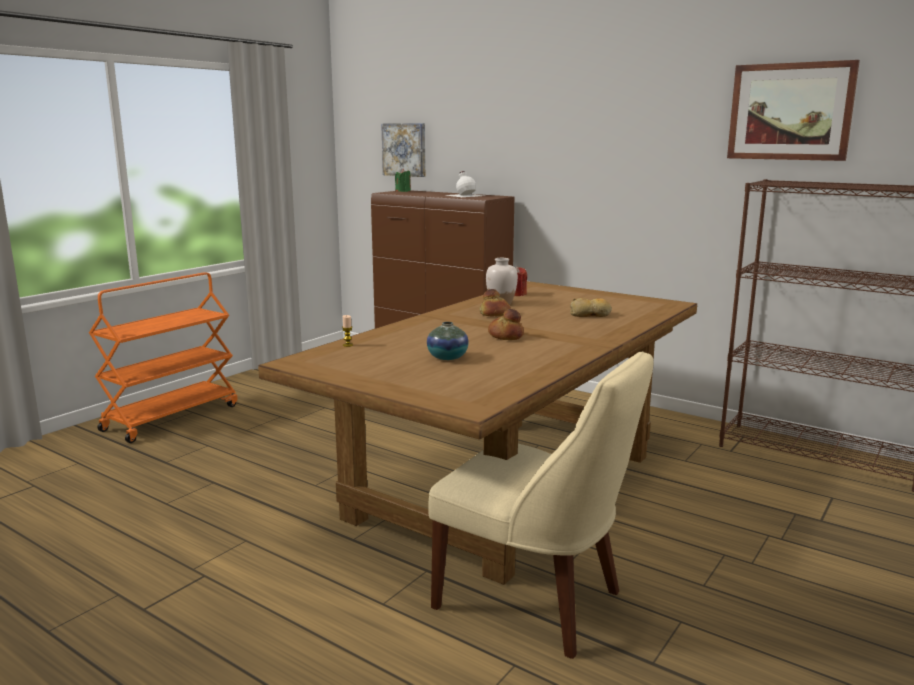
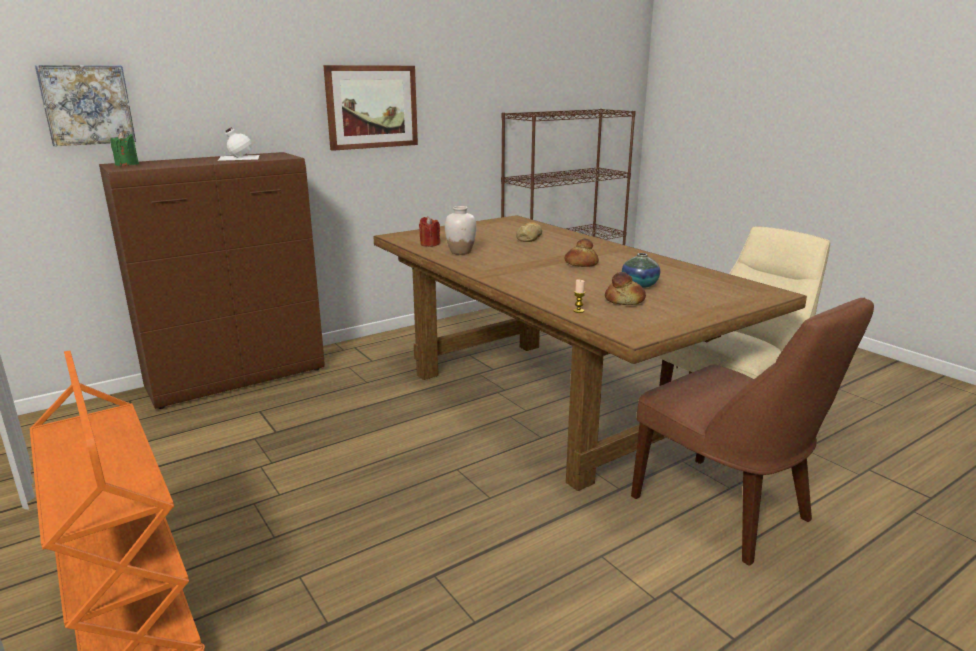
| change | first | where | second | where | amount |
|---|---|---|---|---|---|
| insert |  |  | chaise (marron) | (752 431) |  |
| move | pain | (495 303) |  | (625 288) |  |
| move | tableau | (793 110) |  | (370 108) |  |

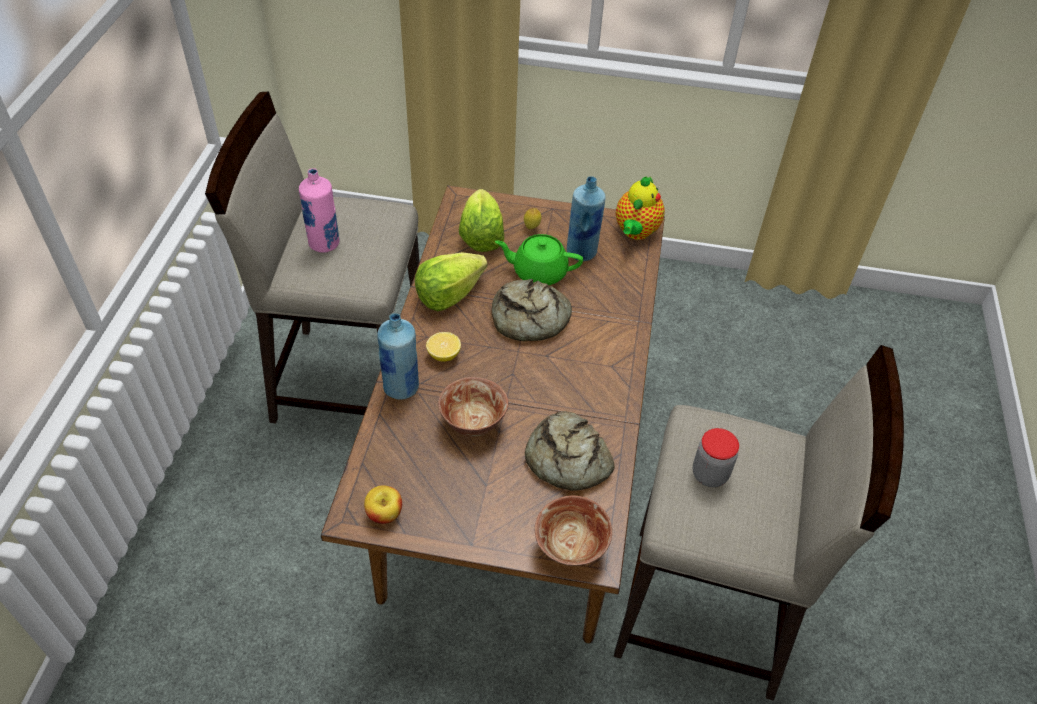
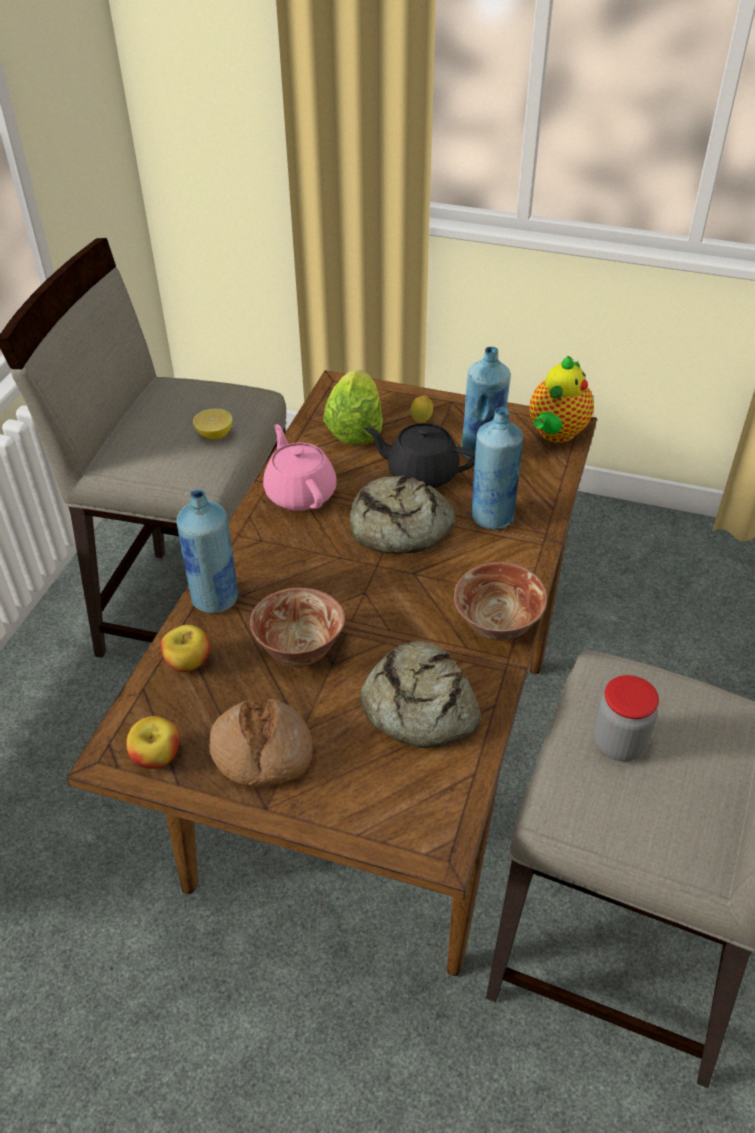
| change | first | where | second | where | amount |
|---|---|---|---|---|---|
| delete | bouteille (rose) | (319 210) |  |  |  |
| insert |  |  | pomme | (185 648) |  |
| insert |  |  | pain | (261 743) |  |
| insert |  |  | bouteille (bleu) | (497 468) |  |
| move | citron | (443 347) |  | (212 423) |  |
| move | bol | (573 530) |  | (501 601) |  |
| replace | laitue | (451 281) | théière (rose) | (300 467) |  |
| recolor | théière (vert) | (539 259) | théière (noir) | (419 455) |  |

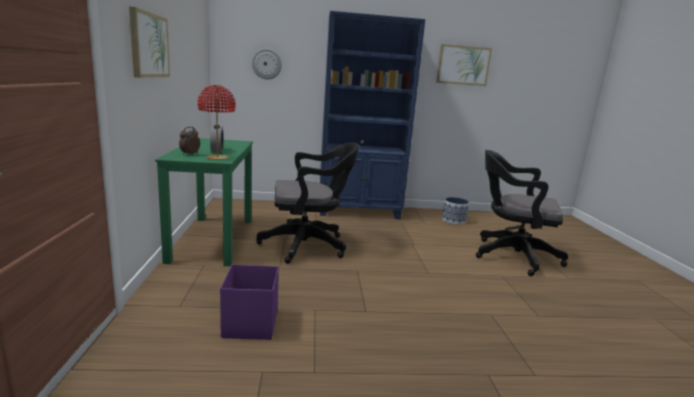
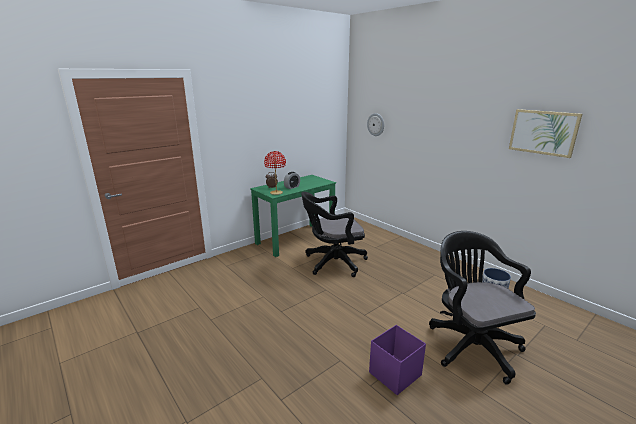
| change | first | where | second | where | amount |
|---|---|---|---|---|---|
| delete | tableau | (149 42) |  |  |  |
| delete | bibliothèque (bleu) | (372 115) |  |  |  |
| move | boîte de rangement (violet) | (249 302) |  | (397 360) |  |
| rotate | chaise de bureau (noir) | (307 203) |  | (334 234) | 120 degrees clockwise |

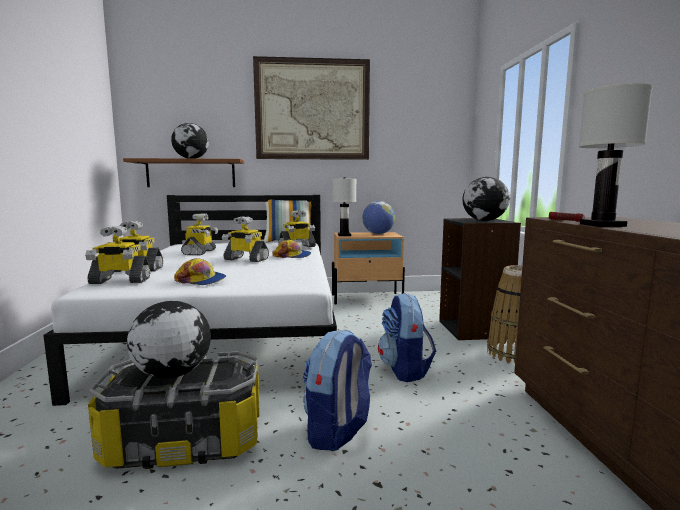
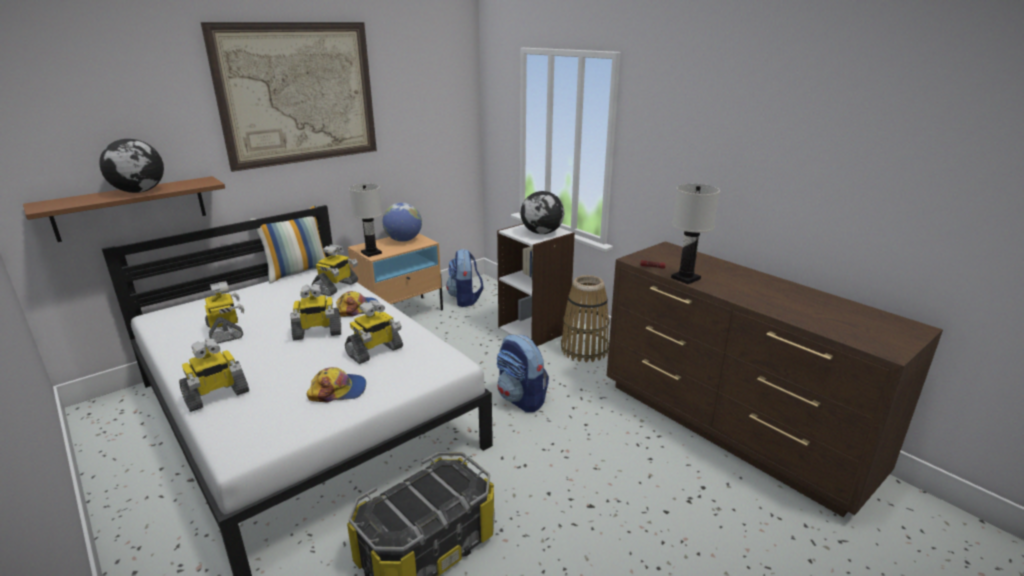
| change | first | where | second | where | amount |
|---|---|---|---|---|---|
| delete | globe | (169 339) |  |  |  |
| move | robot jouet | (118 255) |  | (374 332) |  |
| move | sac à dos | (337 390) |  | (465 278) |  |
| recolor | bibliothèque (noir) | (480 279) | bibliothèque (blanc) | (536 284) |  |

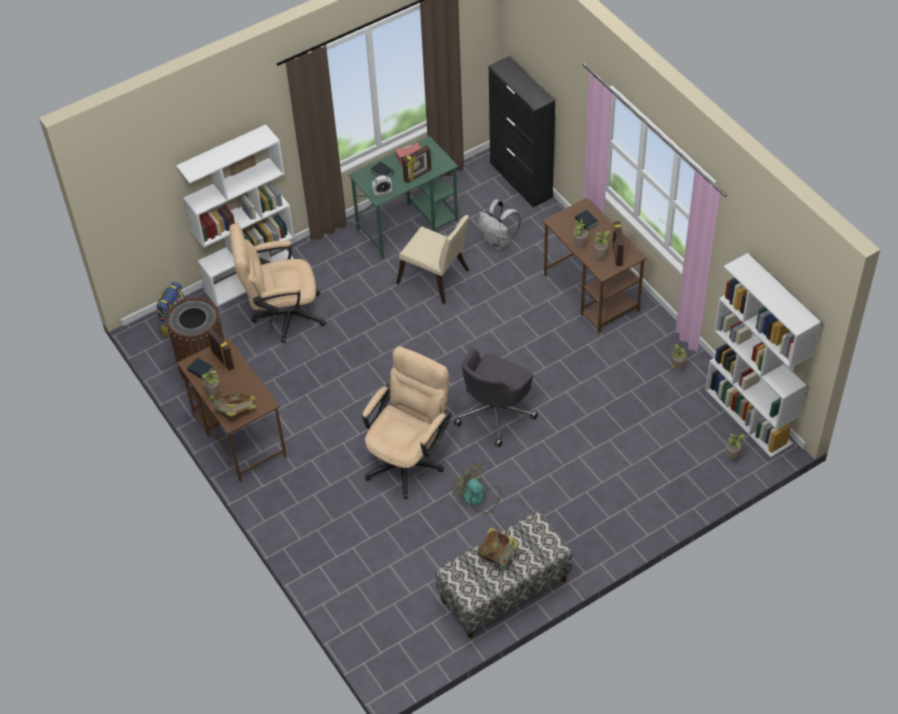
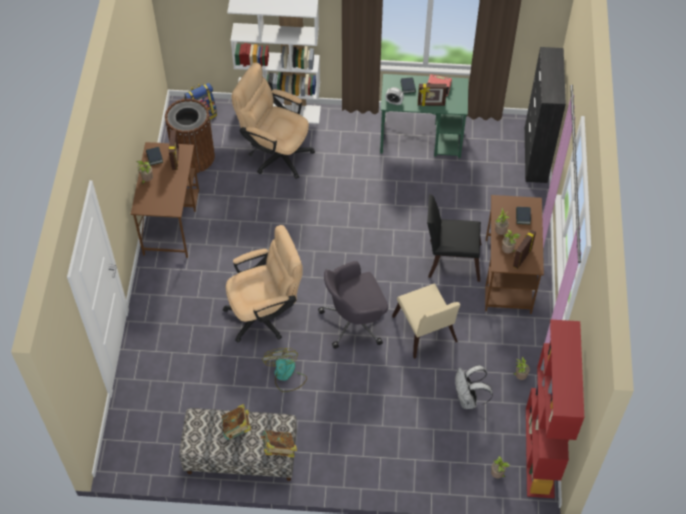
| change | first | where | second | where | amount |
|---|---|---|---|---|---|
| insert |  |  | chaise (noir) | (454 238) |  |
| move | livre | (235 404) |  | (279 443) |  |
| move | chaise (beige) | (432 259) |  | (426 321) |  |
| move | sac à dos (blanc) | (499 224) |  | (474 387) |  |
| recolor | bibliothèque (blanc) | (763 355) | bibliothèque (rouge) | (555 408) |  |

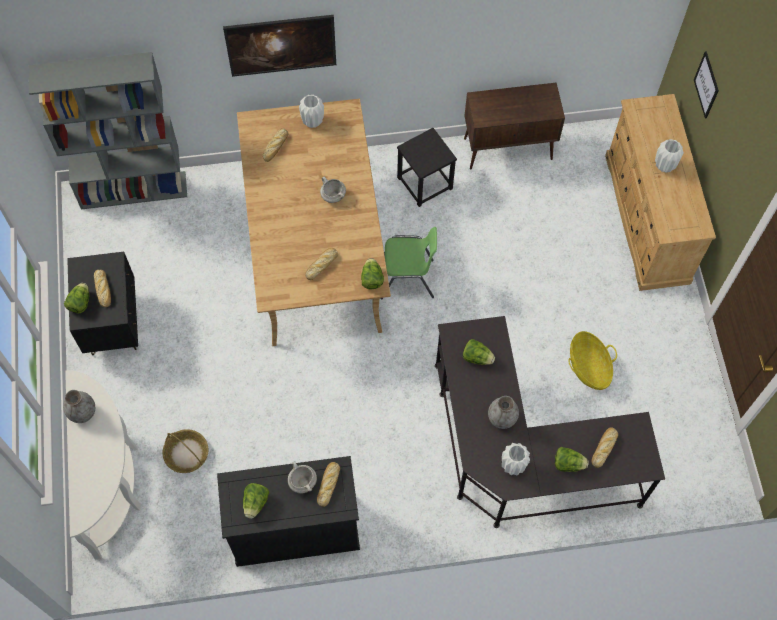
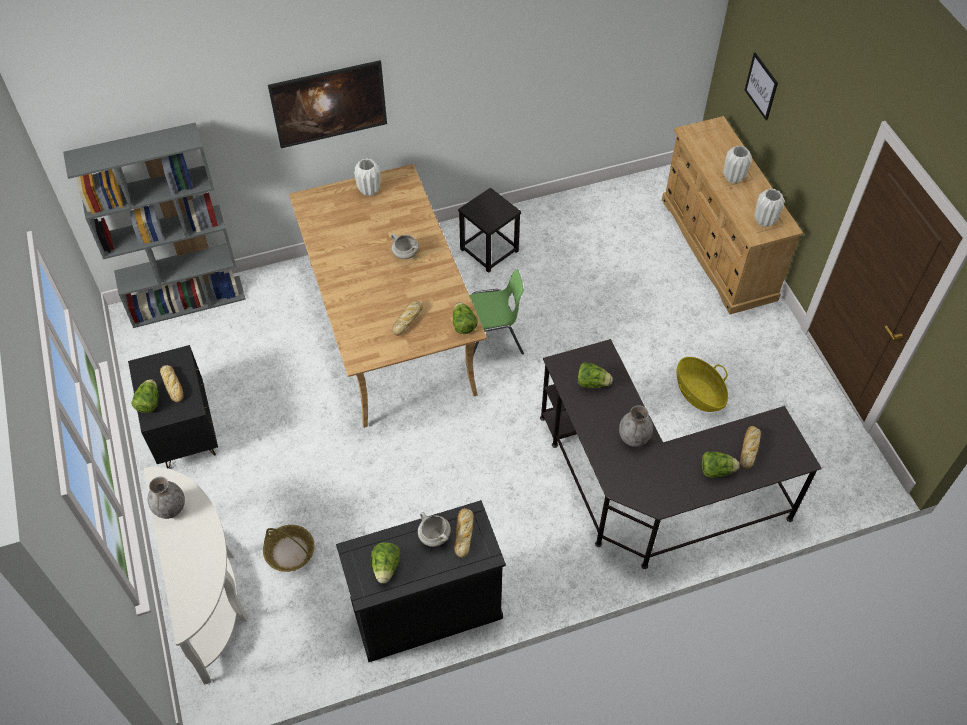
| change | first | where | second | where | amount |
|---|---|---|---|---|---|
| delete | pain | (276 145) |  |  |  |
| delete | meuble de rangement (marron) | (514 126) |  |  |  |
| move | vase (blanc) | (516 459) |  | (769 208) |  |

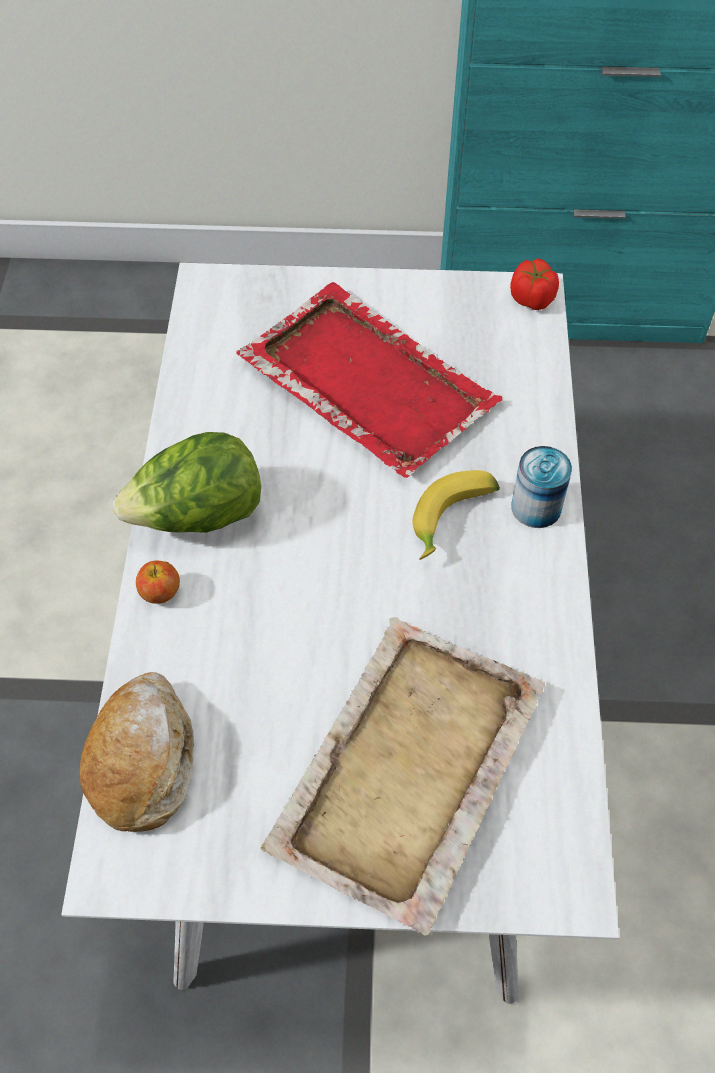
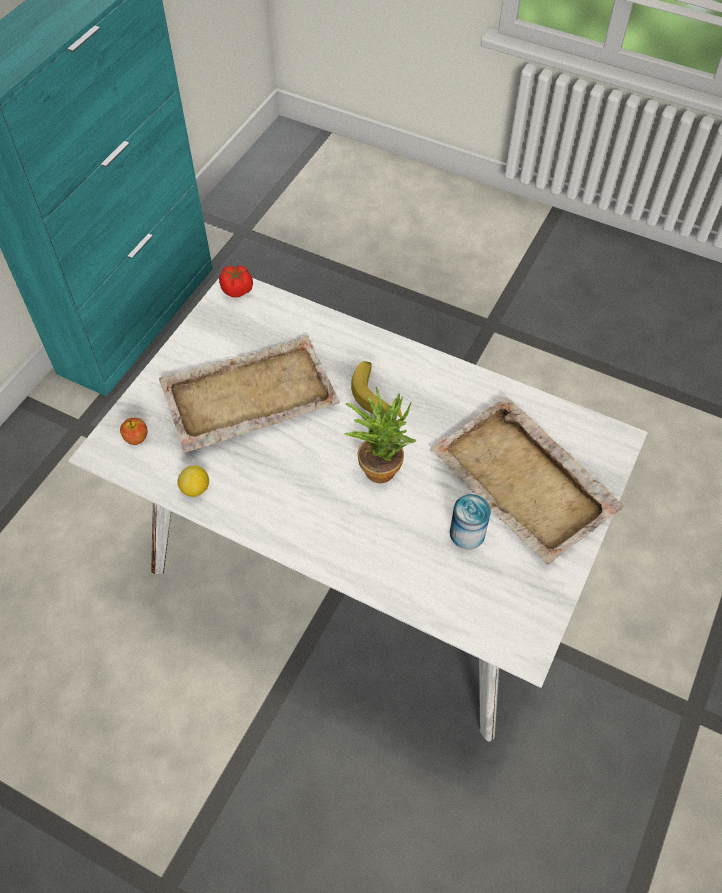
| change | first | where | second | where | amount |
|---|---|---|---|---|---|
| delete | pain | (137 752) |  |  |  |
| delete | laitue | (187 482) |  |  |  |
| insert |  |  | citron | (193 481) |  |
| insert |  |  | plante en pot | (380 434) |  |
| move | pomme | (158 582) |  | (134 431) |  |
| move | boîte métallique | (541 487) |  | (470 521) |  |
| recolor | plateau (rouge) | (369 380) | plateau (beige) | (249 394) |  |

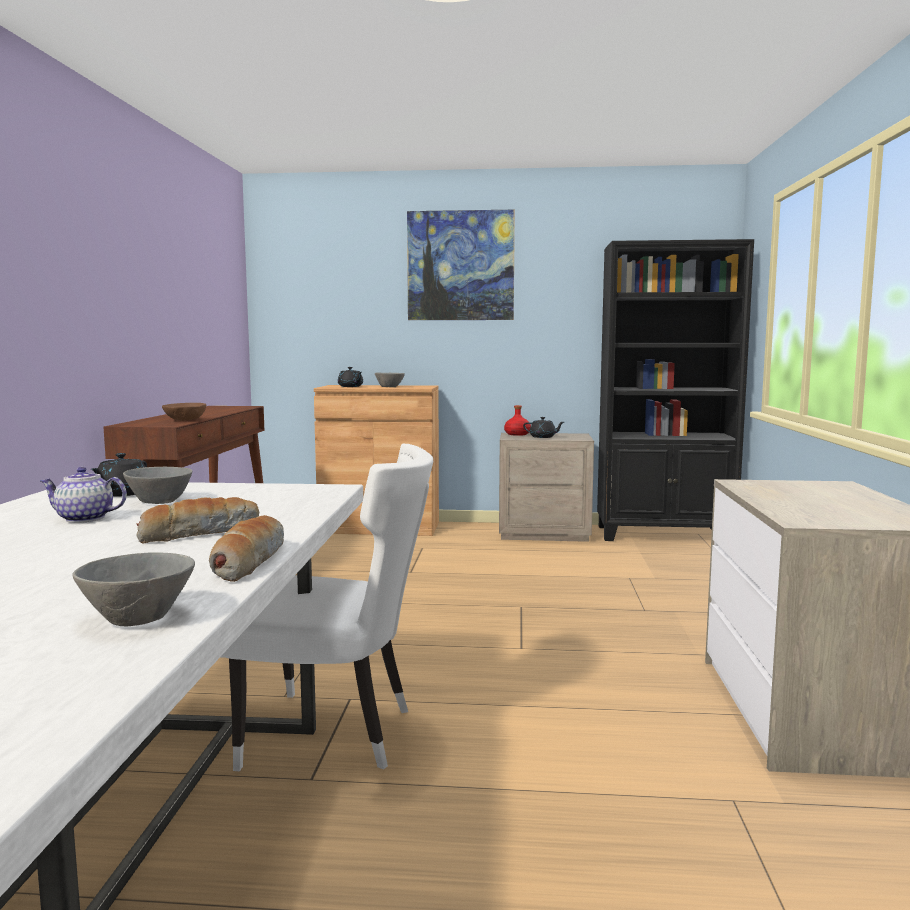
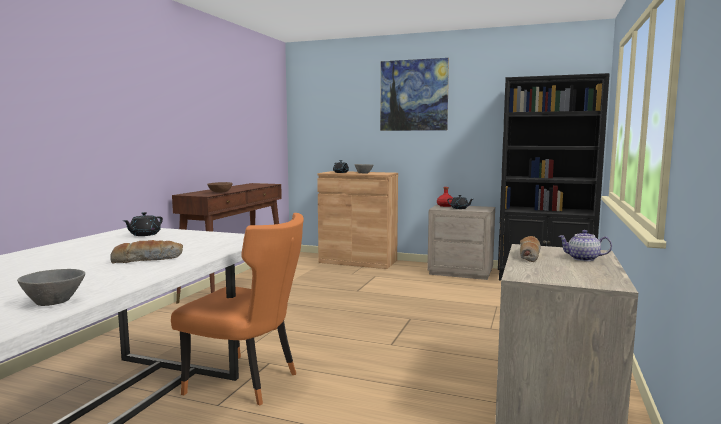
| change | first | where | second | where | amount |
|---|---|---|---|---|---|
| delete | bol (gris) | (157 485) |  |  |  |
| move | théière | (83 495) |  | (585 245) |  |
| move | pain | (246 548) |  | (530 249) |  |
| recolor | chaise (blanc) | (326 607) | chaise (orange) | (237 309) |  |

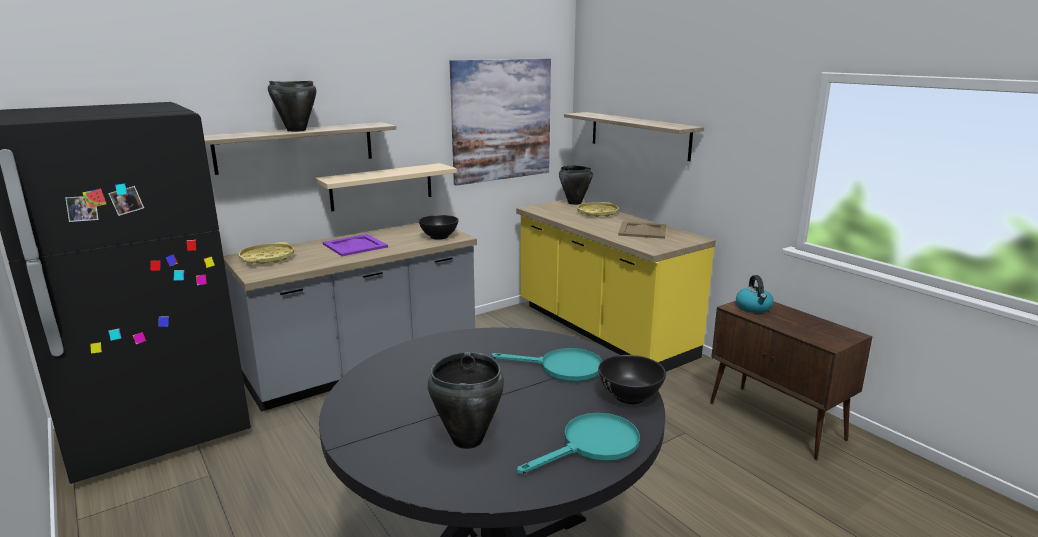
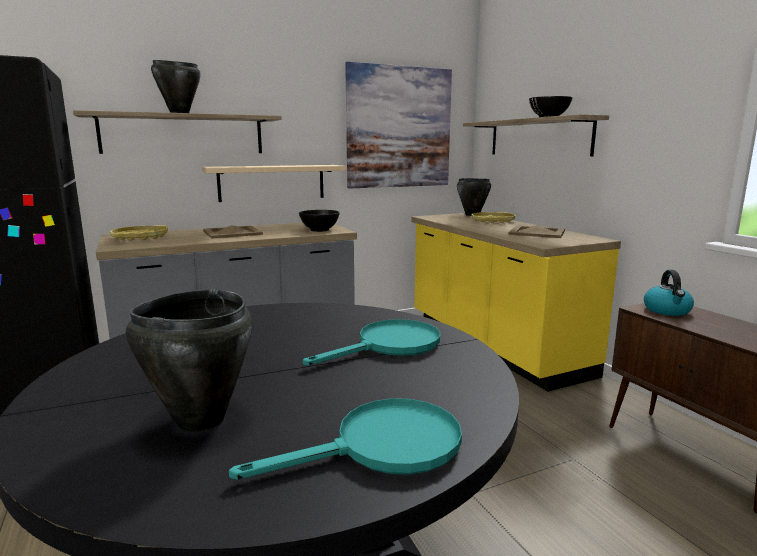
| change | first | where | second | where | amount |
|---|---|---|---|---|---|
| move | bol (noir) | (632 379) |  | (551 106) |  |
| recolor | plateau (violet) | (355 245) | plateau (beige) | (233 232) |  |
| rotate | poêle (turquoise) | (546 365) |  | (371 342) | 60 degrees counterclockwise |

